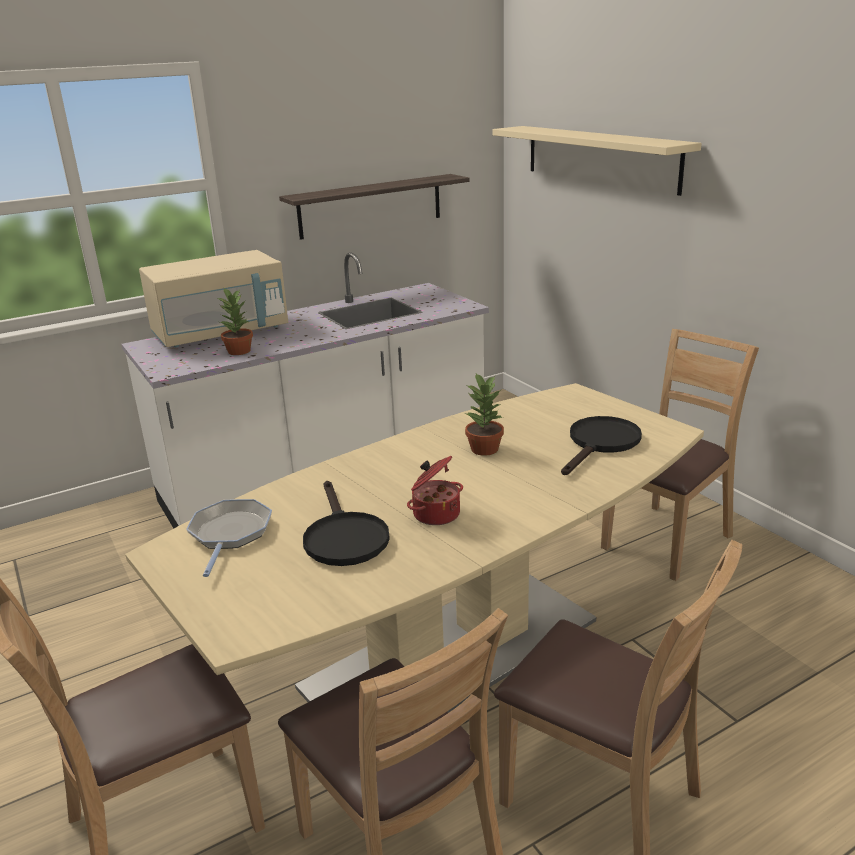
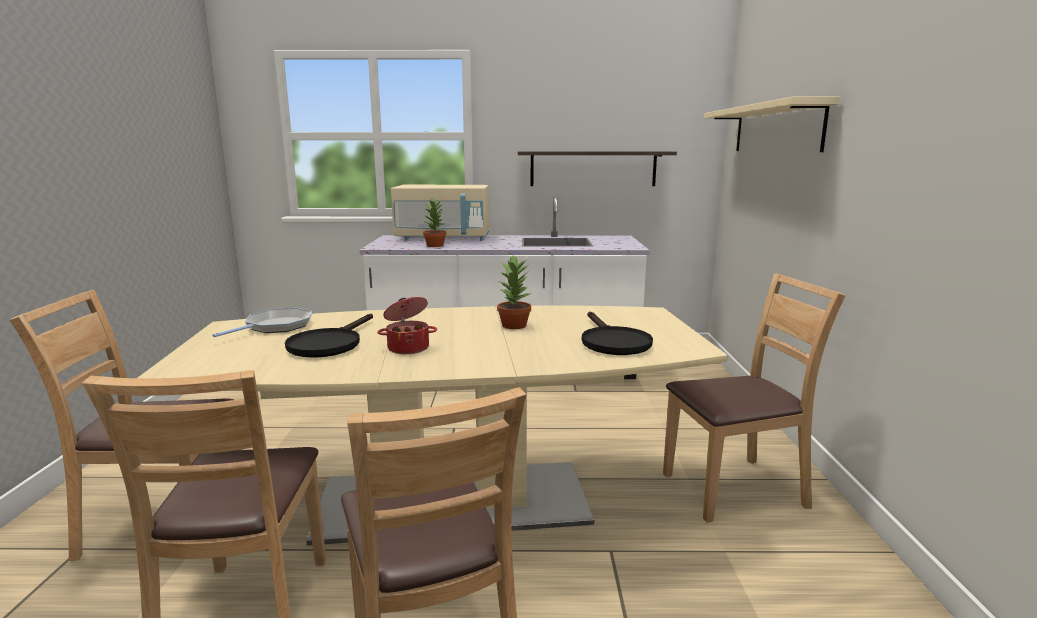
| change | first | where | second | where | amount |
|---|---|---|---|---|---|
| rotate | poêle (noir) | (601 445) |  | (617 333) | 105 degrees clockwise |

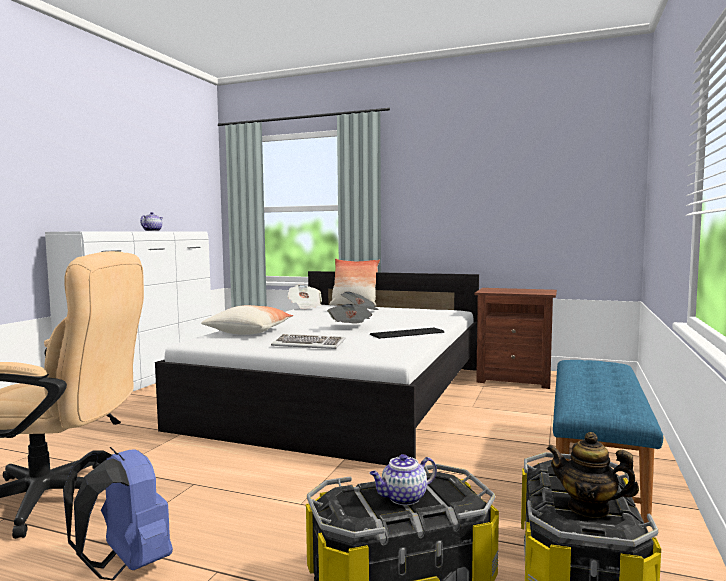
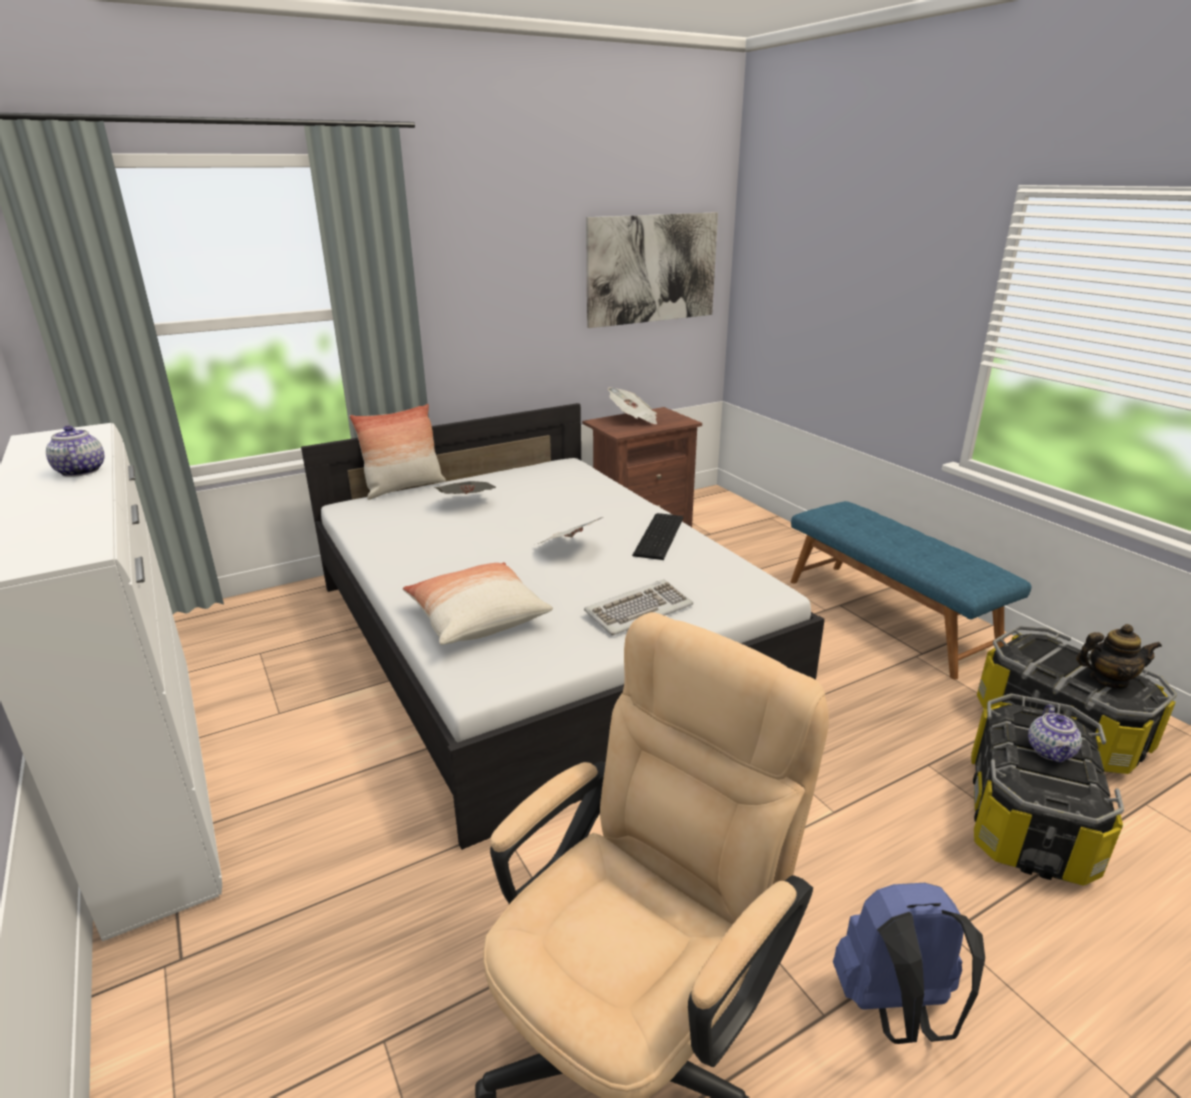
| change | first | where | second | where | amount |
|---|---|---|---|---|---|
| insert |  |  | tableau | (652 270) |  |
| move | journal | (304 296) |  | (632 405) |  |
| rotate | théière | (593 475) |  | (1119 656) | 150 degrees counterclockwise |

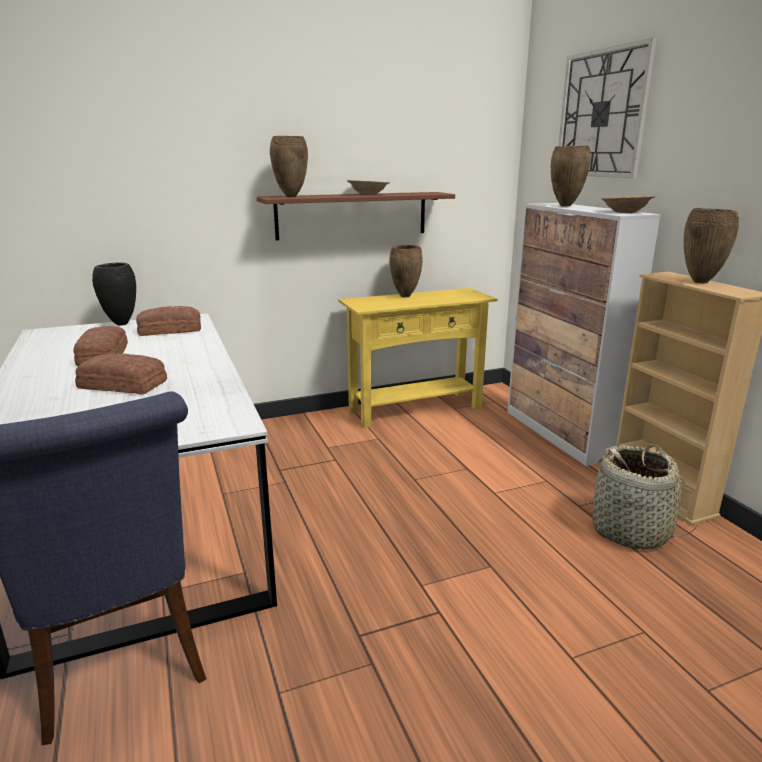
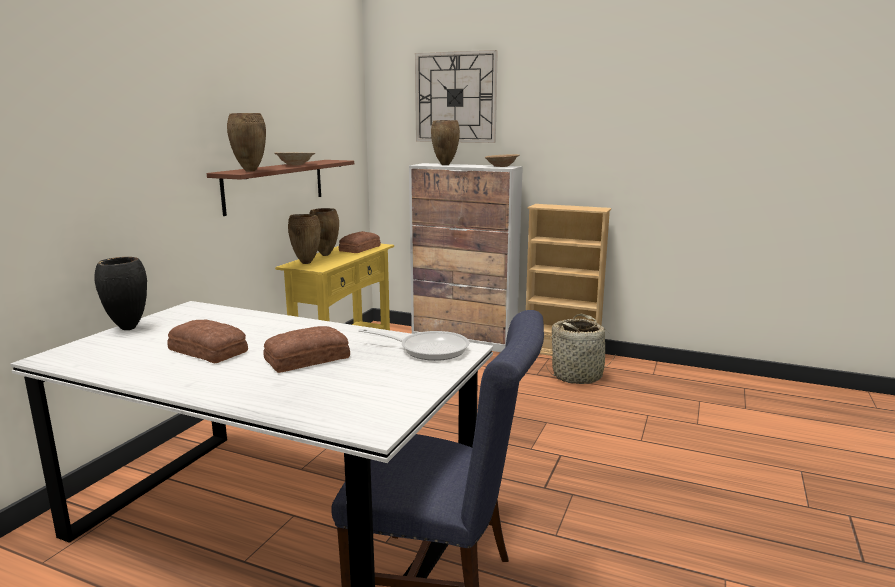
| change | first | where | second | where | amount |
|---|---|---|---|---|---|
| insert |  |  | poêle | (414 345) |  |
| move | pain | (168 321) |  | (360 242) |  |
| move | vase (marron) | (711 245) |  | (304 239) |  |

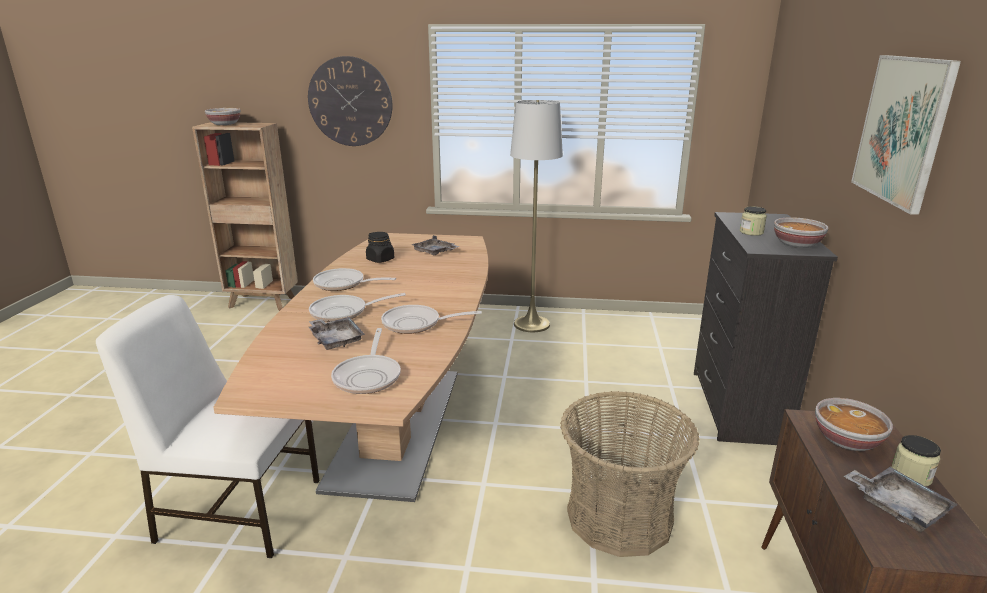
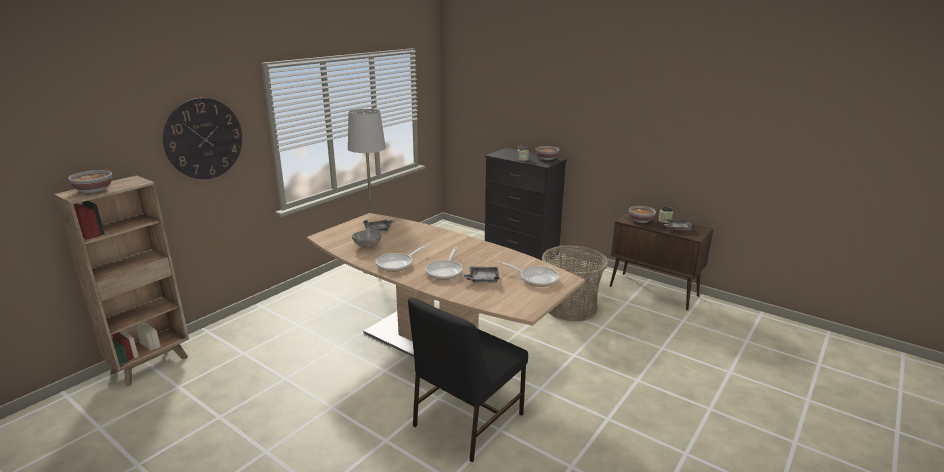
| change | first | where | second | where | amount |
|---|---|---|---|---|---|
| delete | poêle | (431 319) |  |  |  |
| delete | tableau | (906 135) |  |  |  |
| replace | bocal (noir) | (380 247) | bol (gris) | (366 238) |  |
| recolor | chaise (blanc) | (208 426) | chaise (noir) | (468 380) |  |

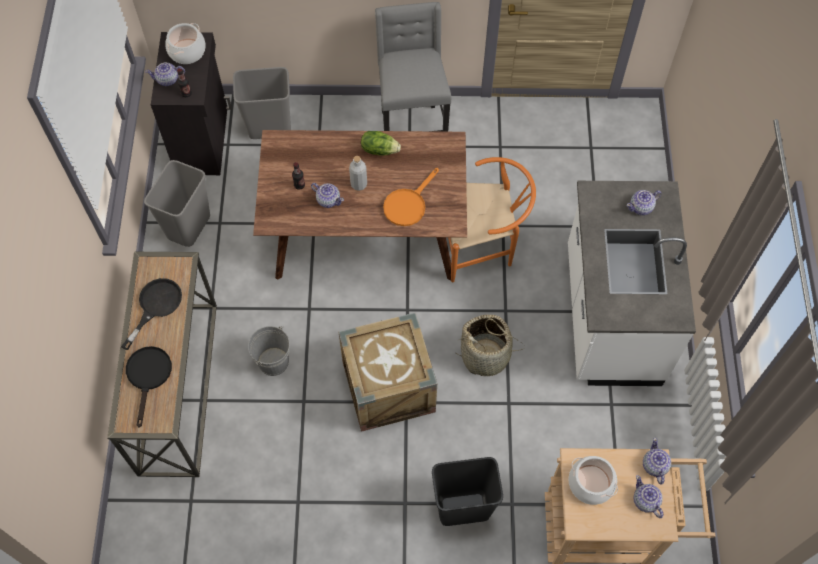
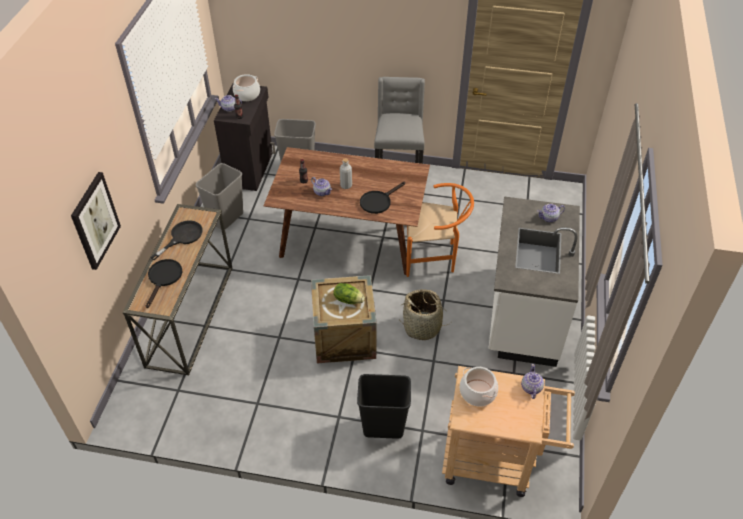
| change | first | where | second | where | amount |
|---|---|---|---|---|---|
| delete | seau (gris) | (269 351) |  |  |  |
| delete | théière | (648 496) |  |  |  |
| insert |  |  | tableau | (96 221) |  |
| move | laitue | (381 143) |  | (349 293) |  |
| recolor | poêle (orange) | (411 197) | poêle (noir) | (382 198) |  |

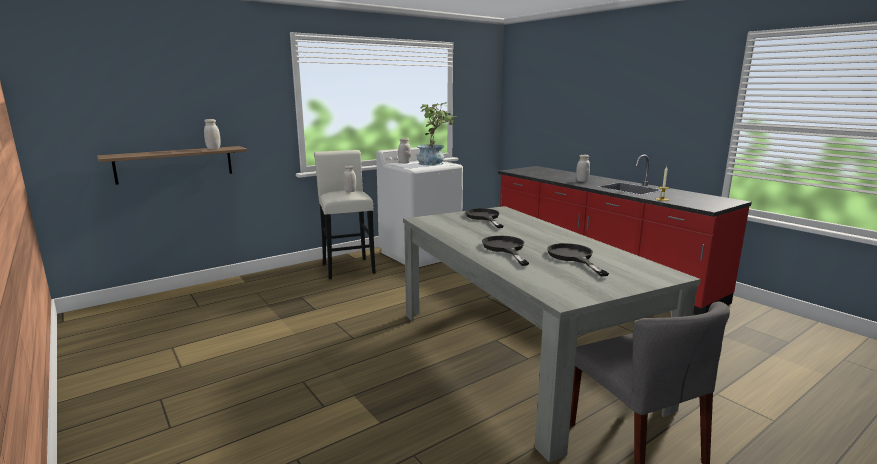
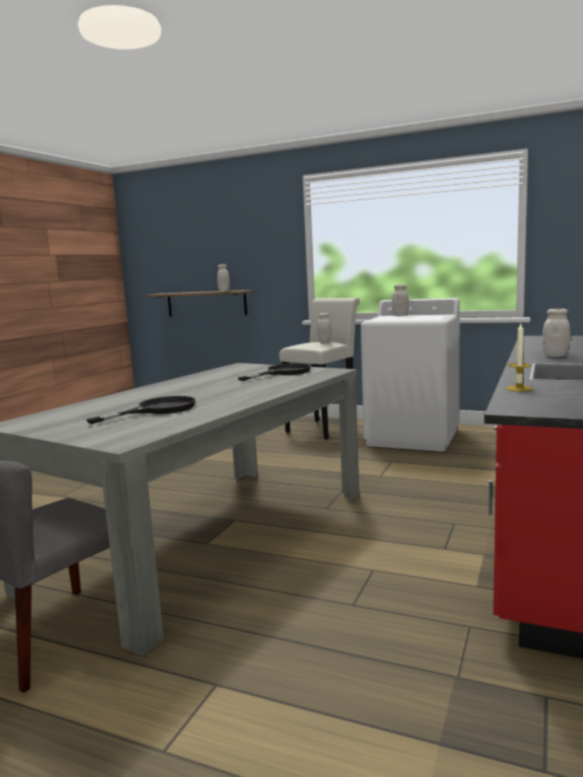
| change | first | where | second | where | amount |
|---|---|---|---|---|---|
| delete | plante en pot | (437 134) |  |  |  |
| delete | poêle (noir) | (505 251) |  |  |  |

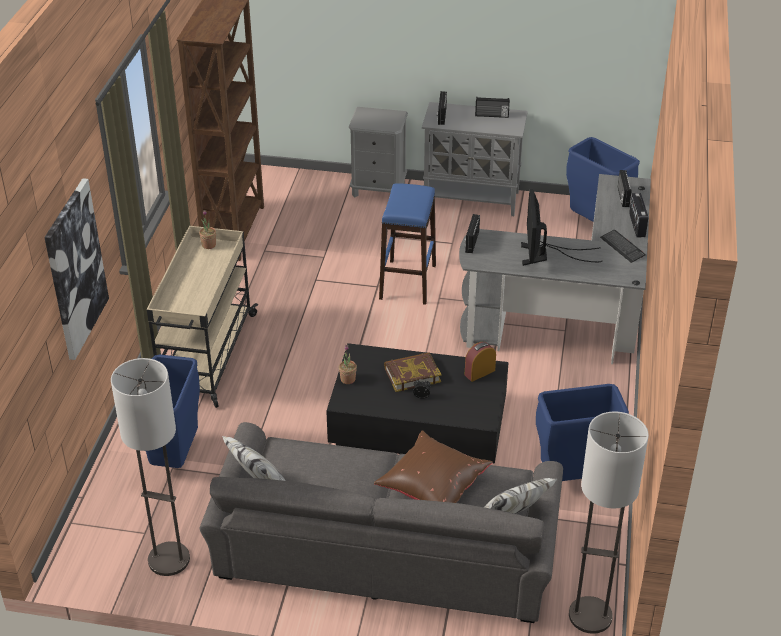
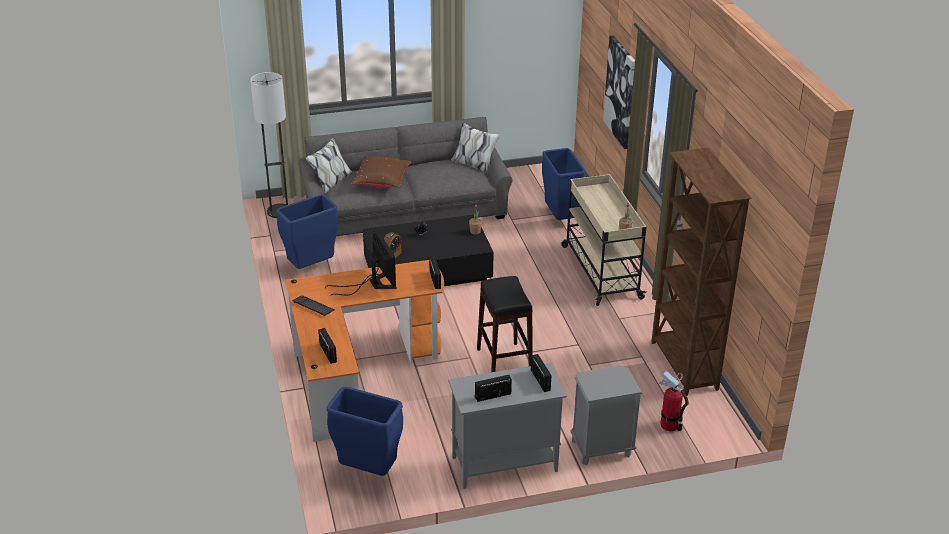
| change | first | where | second | where | amount |
|---|---|---|---|---|---|
| delete | lampadaire | (150 467) |  |  |  |
| delete | livre | (413 372) |  |  |  |
| delete | radio | (638 215) |  |  |  |
| insert |  |  | extincteur | (674 401) |  |
| recolor | tabouret (bleu) | (407 244) | tabouret (noir) | (505 324) |  |
| recolor | bureau (gris) | (555 269) | bureau (orange) | (365 351) |  |

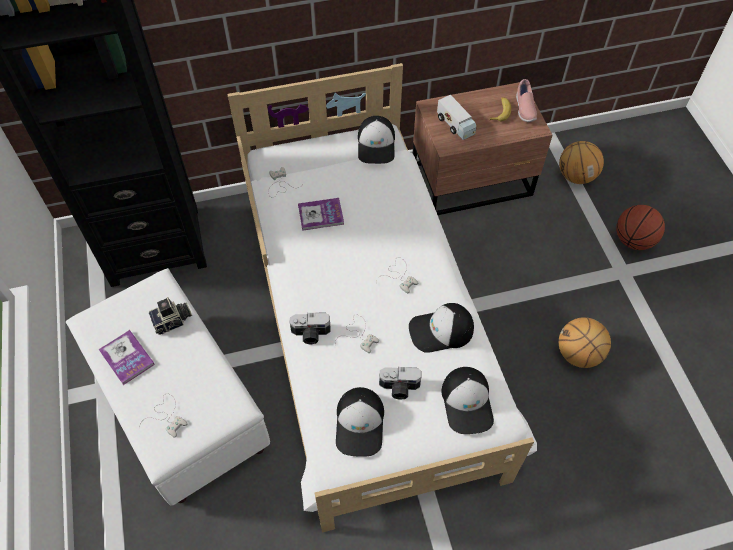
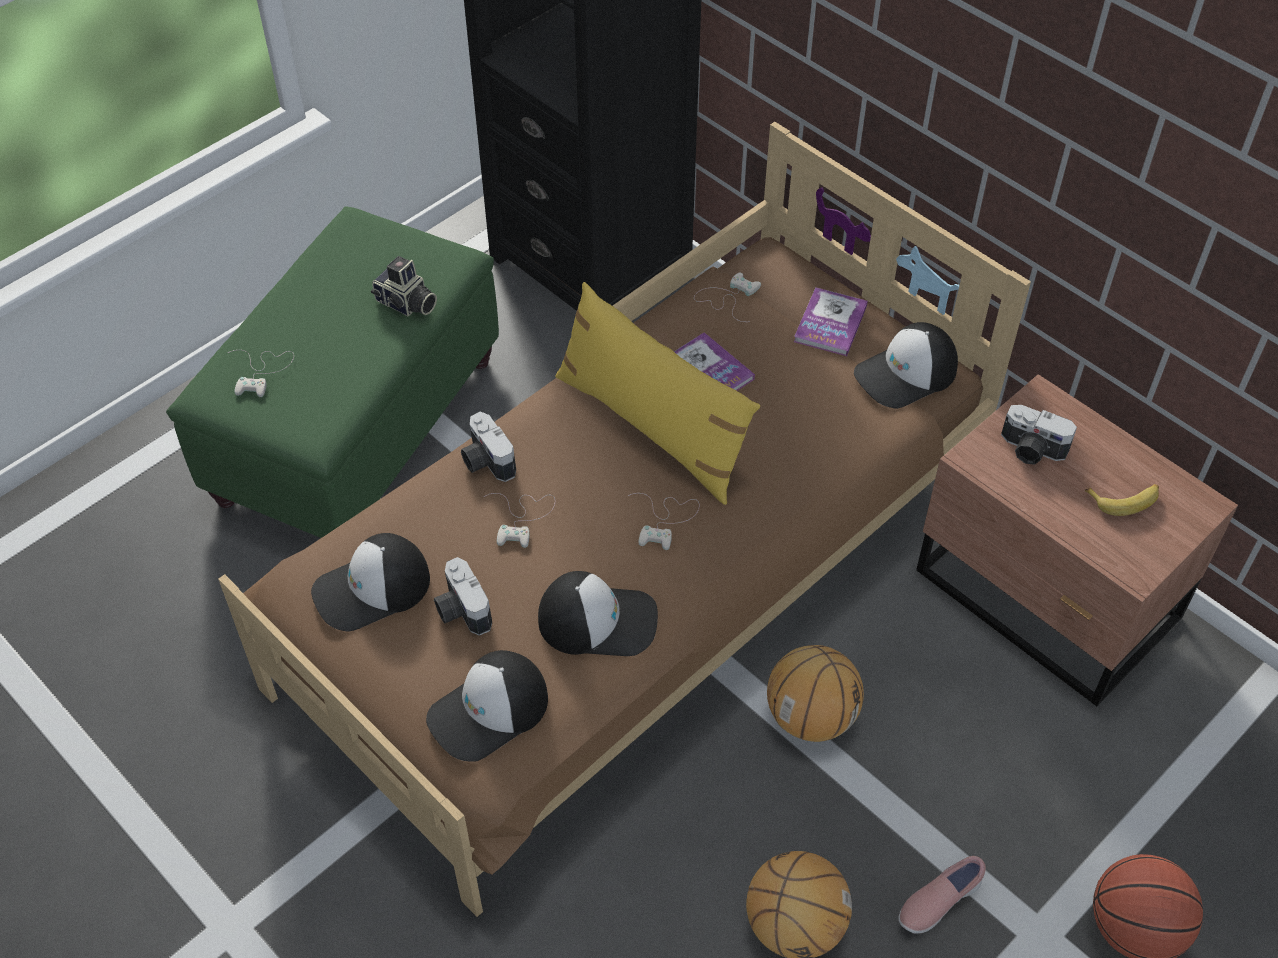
| change | first | where | second | where | amount |
|---|---|---|---|---|---|
| insert |  |  | coussin (jaune) | (657 393) |  |
| move | livre | (126 357) |  | (831 321) |  |
| move | chaussure (rose) | (526 100) |  | (942 895) |  |
| move | ballon de basket | (581 162) |  | (815 693) |  |
| replace | camion jouet | (456 117) | appareil photo | (1039 435) |  |
| recolor | pouf (blanc) | (168 386) | pouf (vert) | (332 372) |  |
| recolor | lit (blanc) | (382 298) | lit (marron) | (624 519) |  |
| rotate | casquette | (441 328) |  | (598 613) | 135 degrees clockwise |

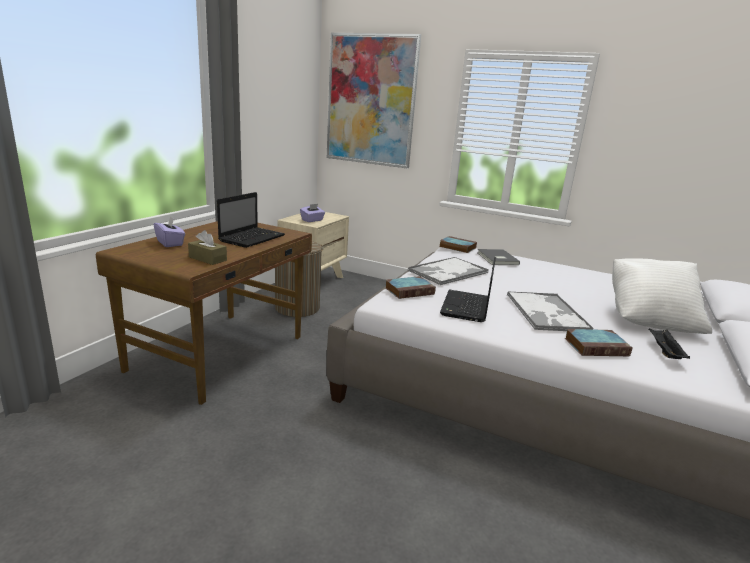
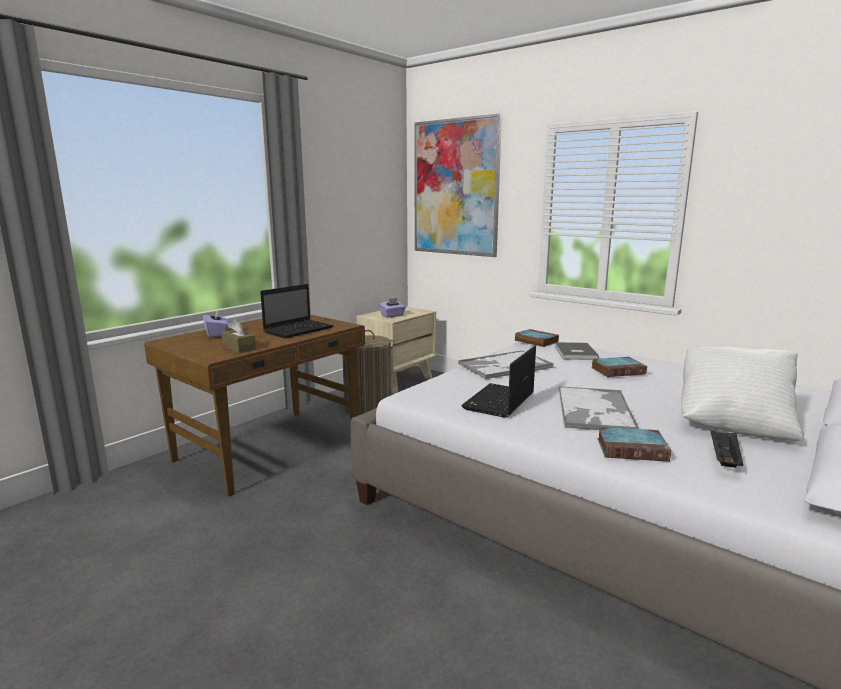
| change | first | where | second | where | amount |
|---|---|---|---|---|---|
| move | livre | (411 287) |  | (619 367) |  |

